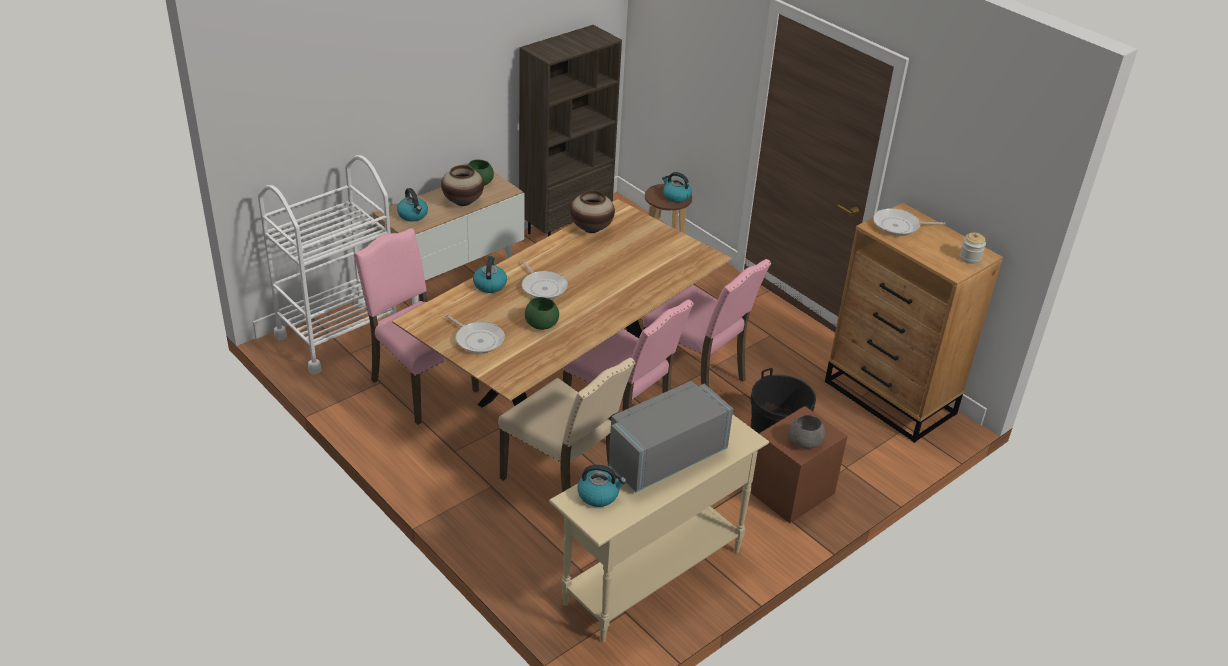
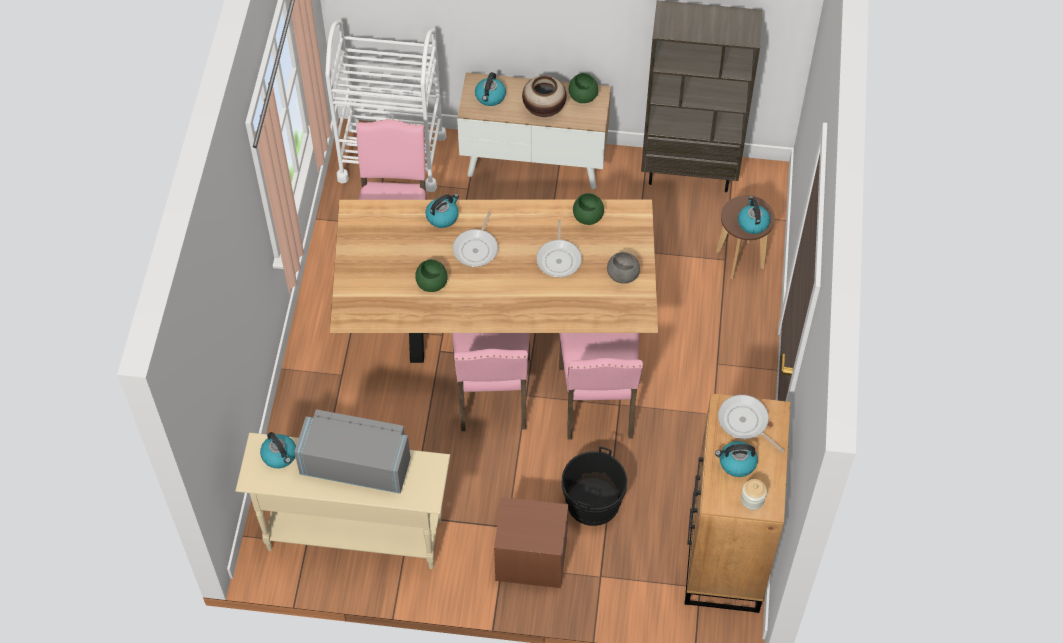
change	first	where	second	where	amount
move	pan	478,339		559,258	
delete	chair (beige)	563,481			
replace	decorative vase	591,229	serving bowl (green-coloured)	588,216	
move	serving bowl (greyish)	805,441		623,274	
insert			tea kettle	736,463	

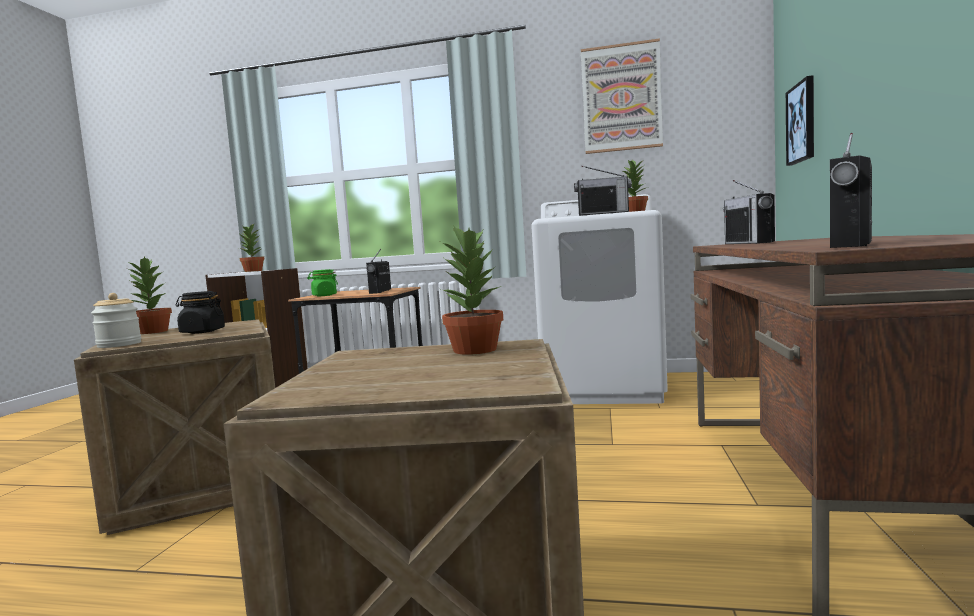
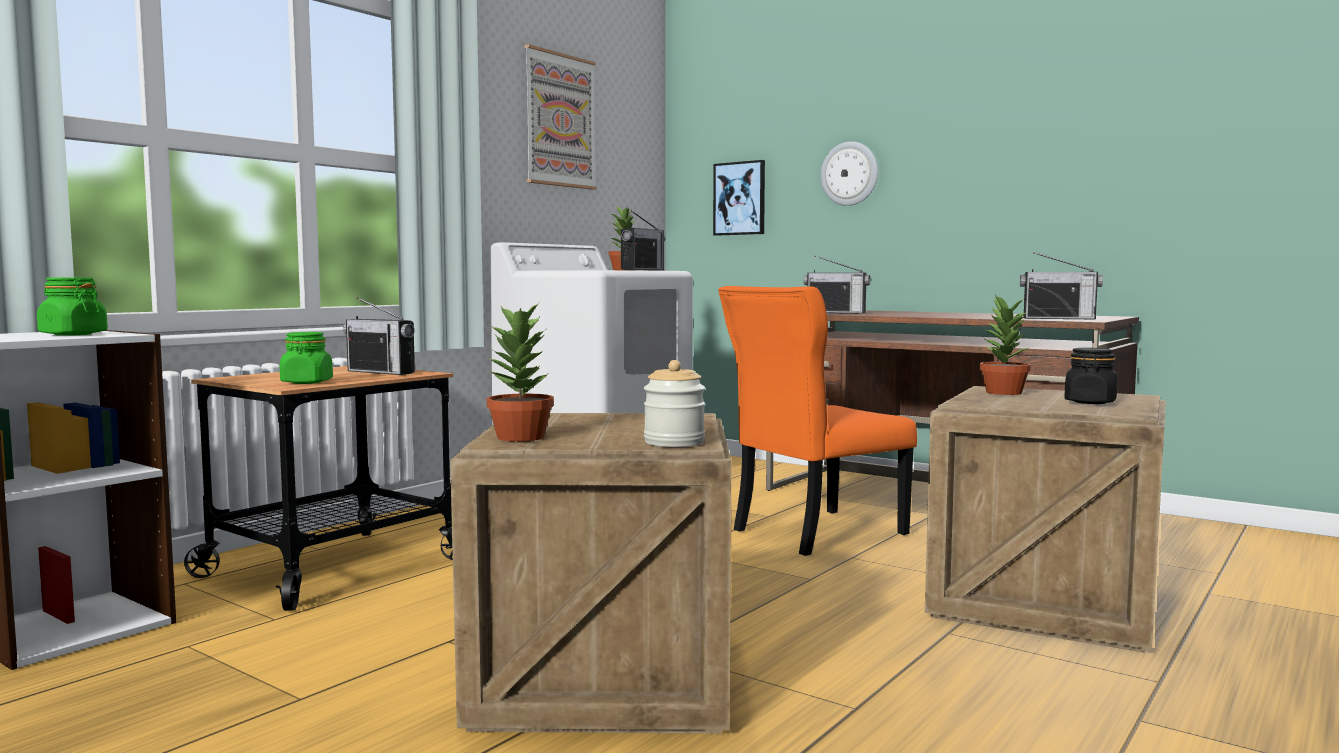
change	first	where	second	where	amount
move	storage jar (blackish)	202,332		1090,402	
replace	plant in a pot	253,271	storage jar (green-coloured)	73,334	
rotate	radio receiver	851,245		1058,319	45 degrees counterclockwise
insert			chair (orange-coloured)	813,533	
insert			wall clock	849,174	

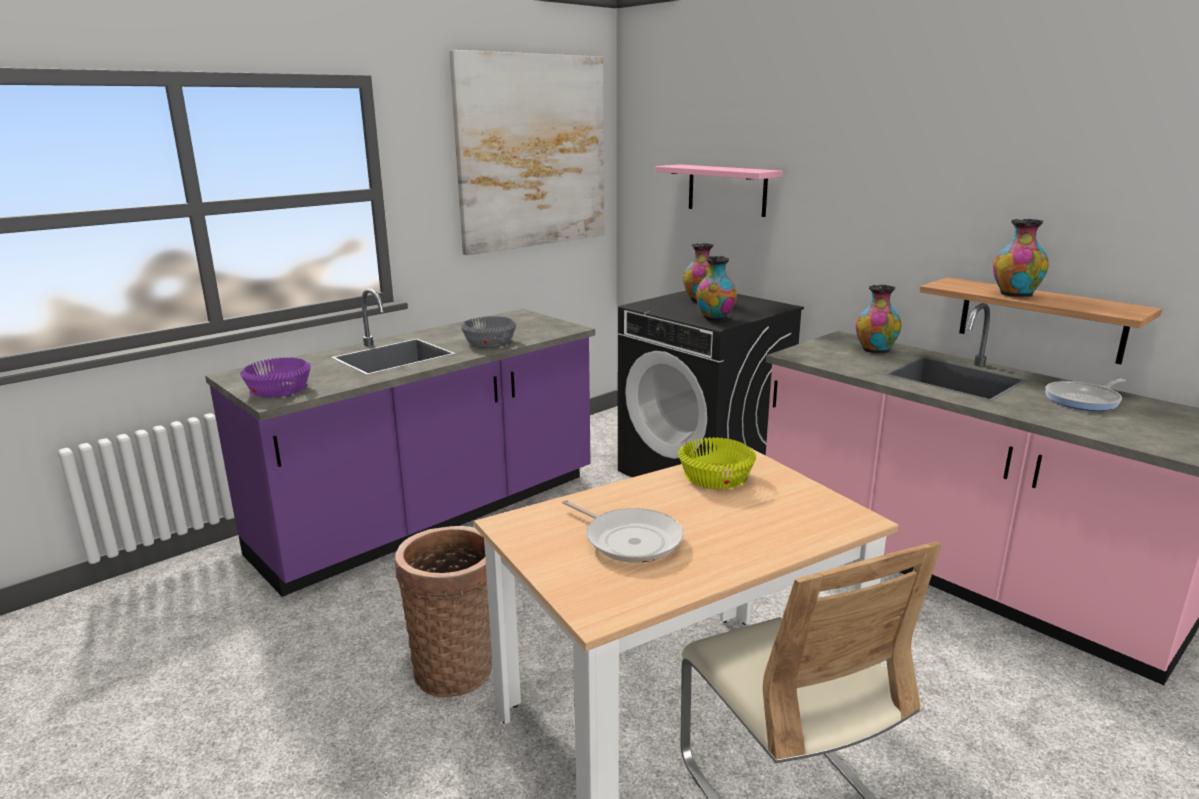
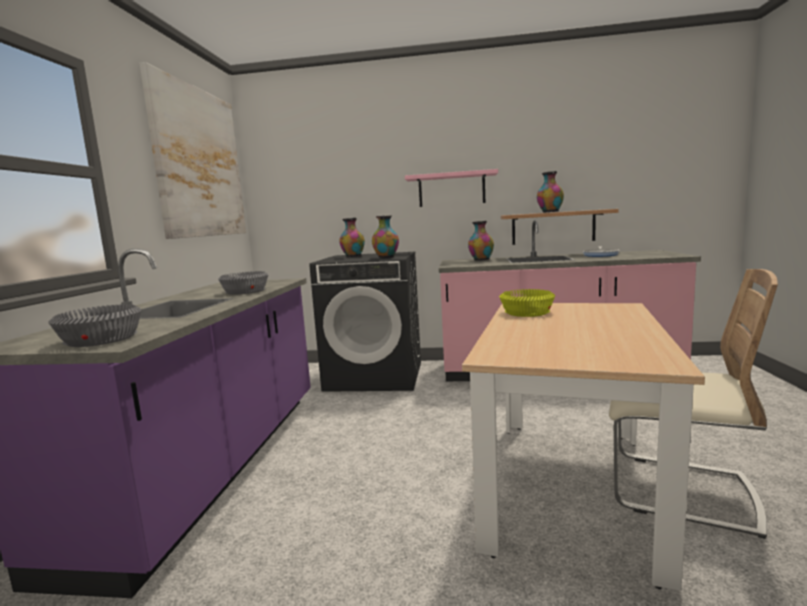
change	first	where	second	where	amount
recolor	serving bowl (purplish)	277,389	serving bowl (greyish)	100,339	
delete	basket	456,667			
delete	pan	629,540			
move	bracket shelf (pink-coloured)	727,190		451,189	

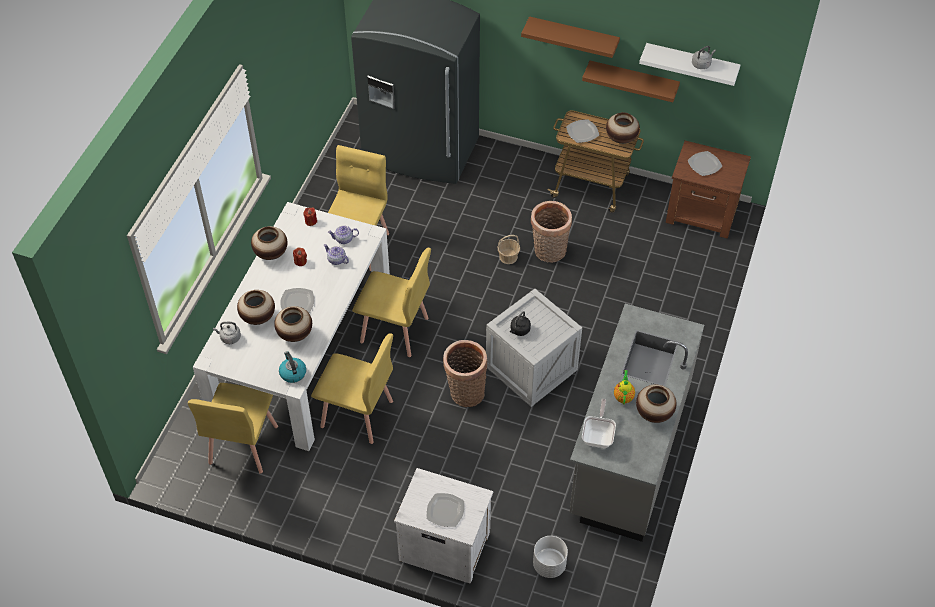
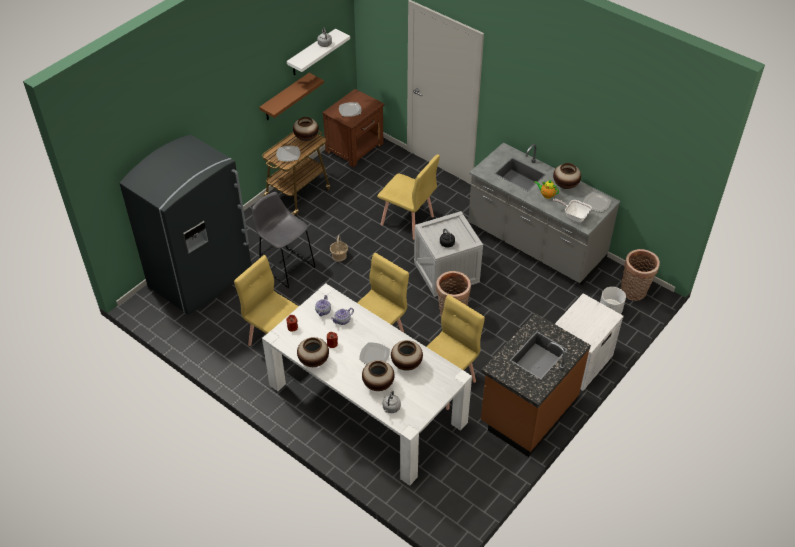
change	first	where	second	where	amount
move	chair (yellowish)	242,445		407,221	
delete	tea kettle	292,373			
move	flat dish	445,511		596,203	
delete	bracket shelf (brownish)	573,37			
move	basket	549,252		634,292	
insert			sitting stool (greyish)	285,265	
insert			counter (brownish)	527,411	

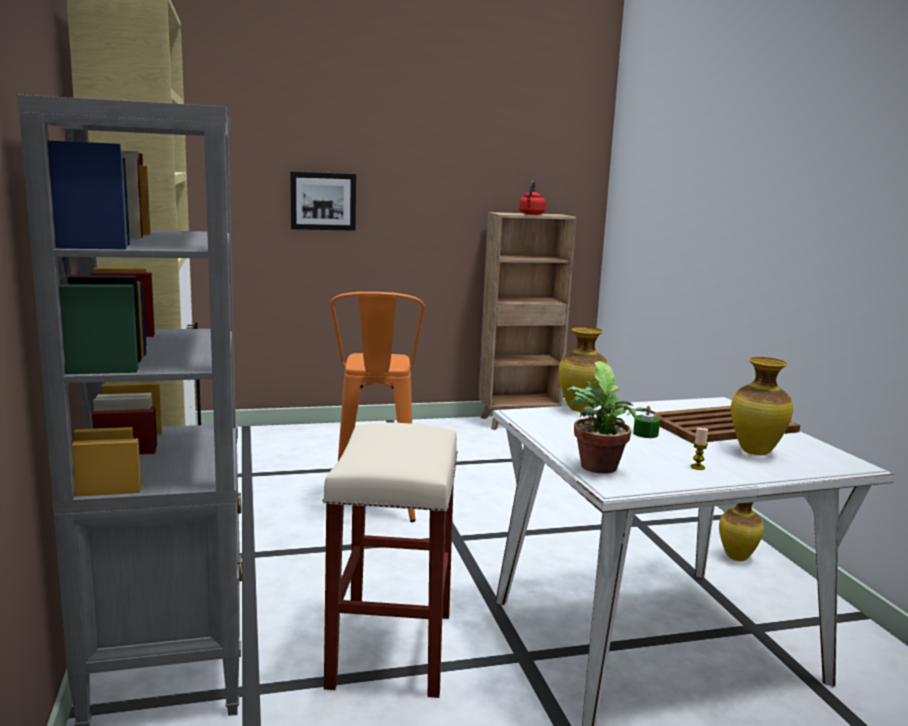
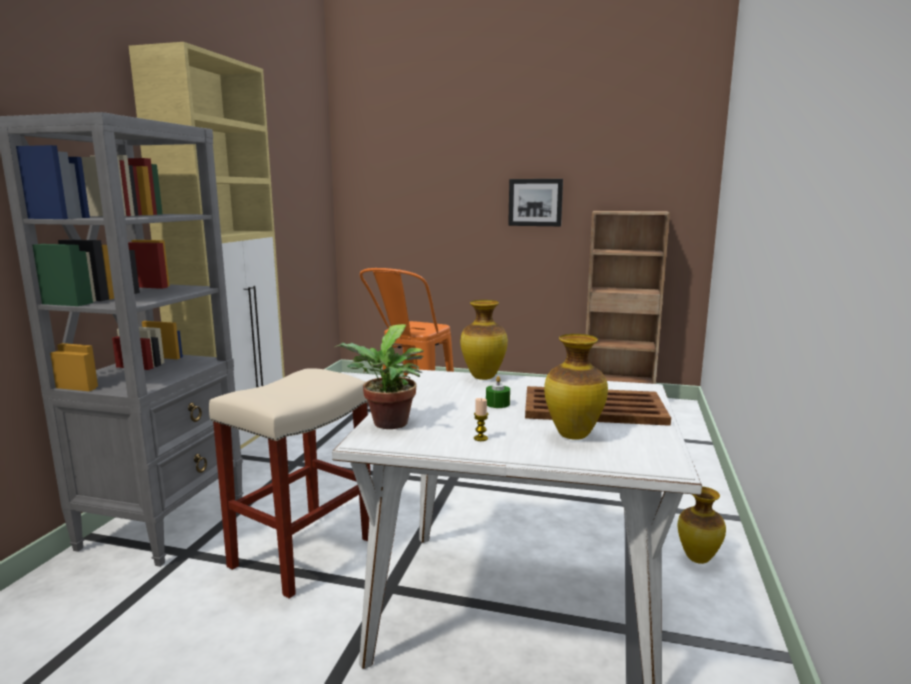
change	first	where	second	where	amount
move	wall art	323,201		535,202	
delete	tea kettle (red-coloured)	531,214			

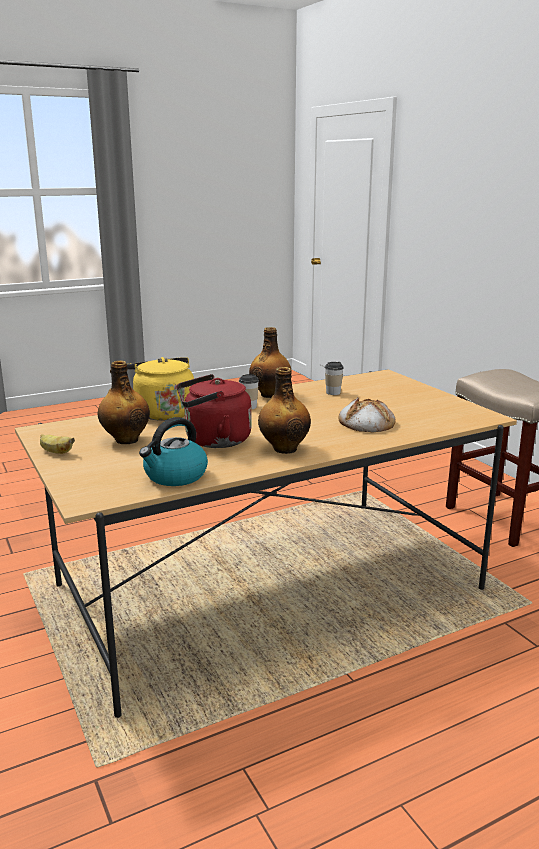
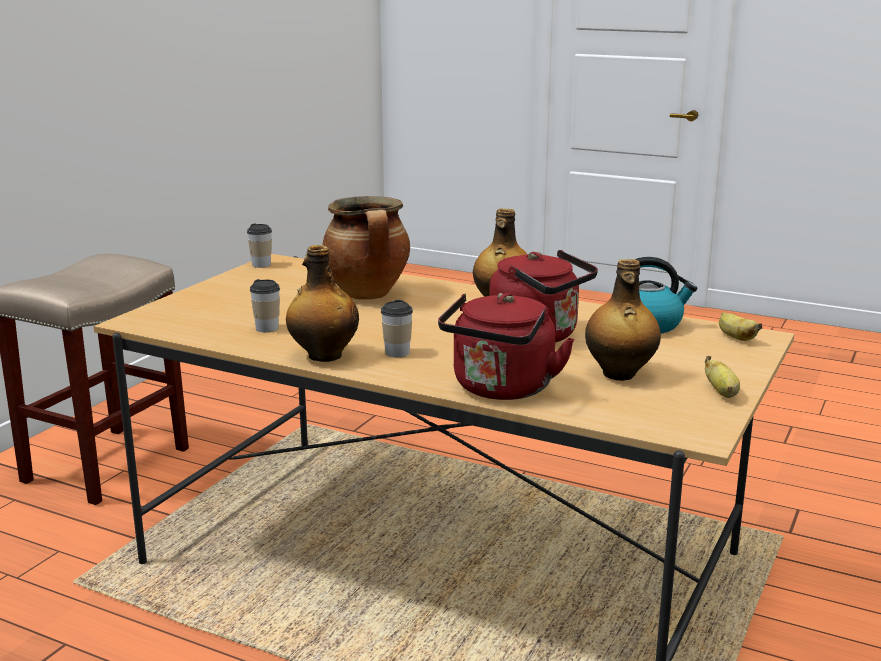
change	first	where	second	where	amount
recolor	tea kettle (yellowish)	162,413	tea kettle (red-coloured)	501,390	
replace	baked bread	366,423	stockpot	368,294	
insert			small cup	261,265	
insert			whole banana	735,337	

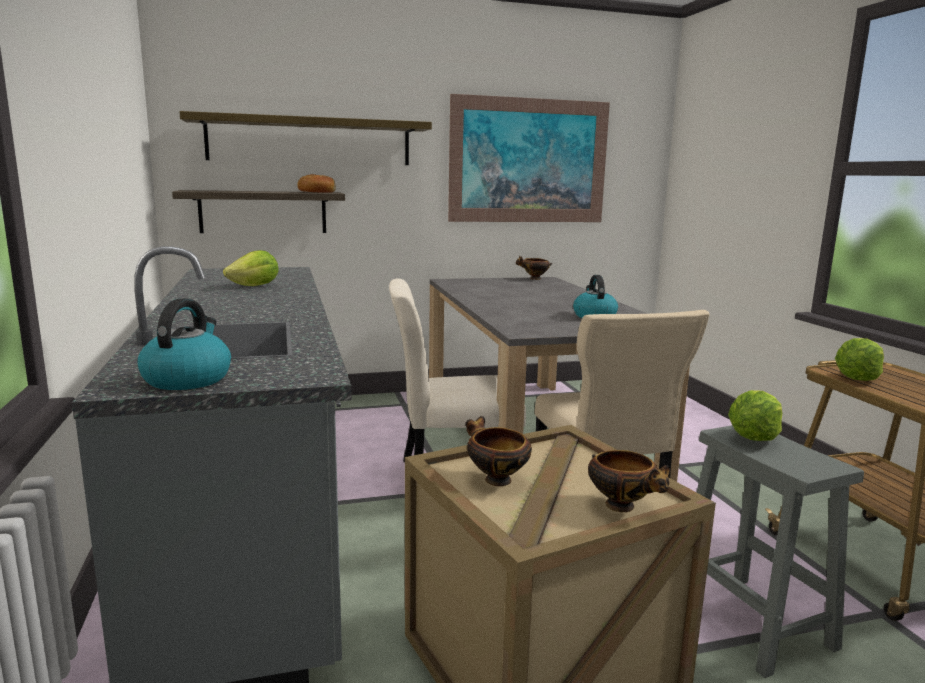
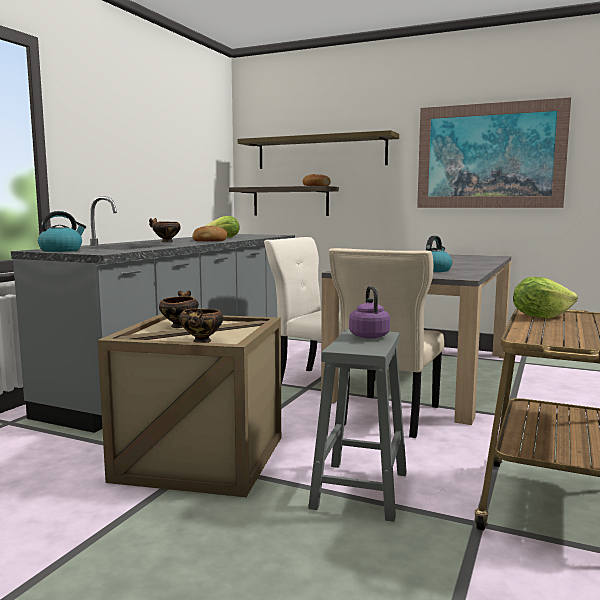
change	first	where	second	where	amount
move	serving bowl	534,279		165,242	
replace	head of lettuce	754,437	tea kettle (purplish)	368,335	
insert			baked bread	209,241	

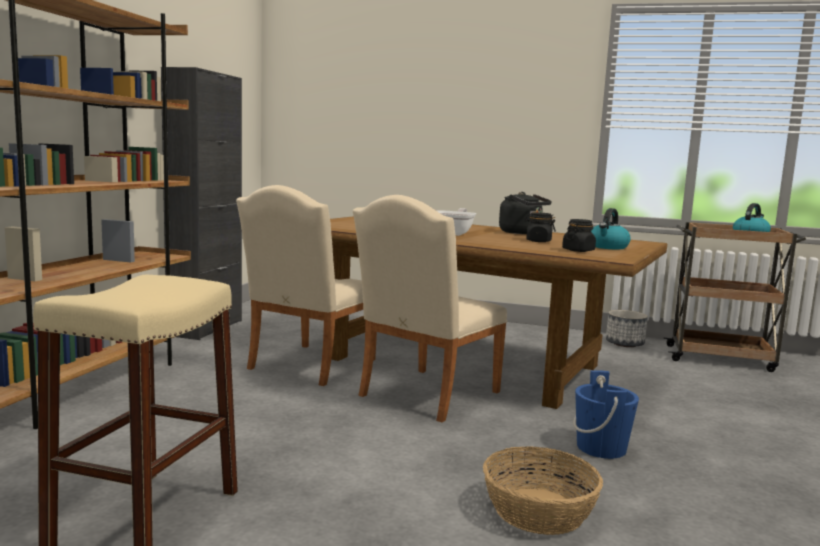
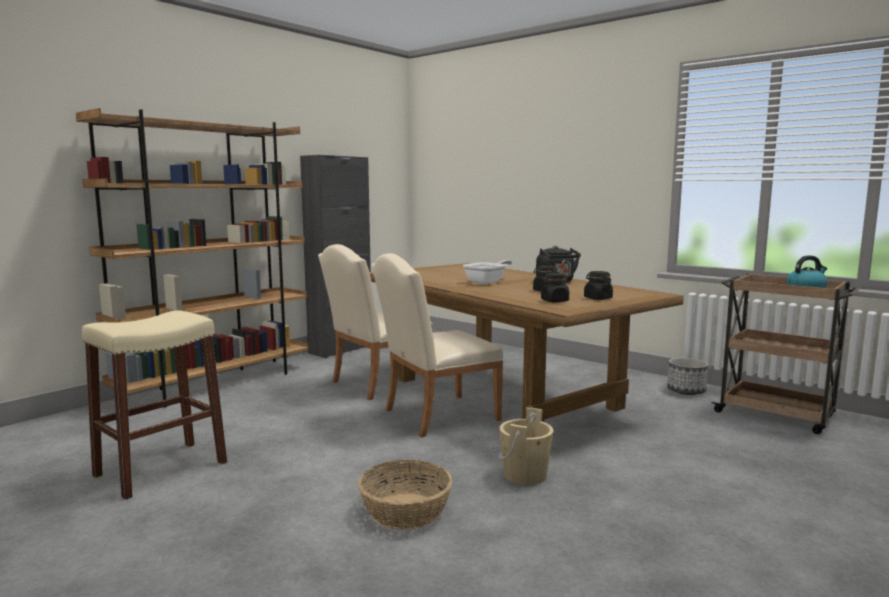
change	first	where	second	where	amount
recolor	pail (blue-coloured)	601,448	pail (beige)	525,475	
replace	tea kettle	608,247	storage jar (blackish)	597,298	

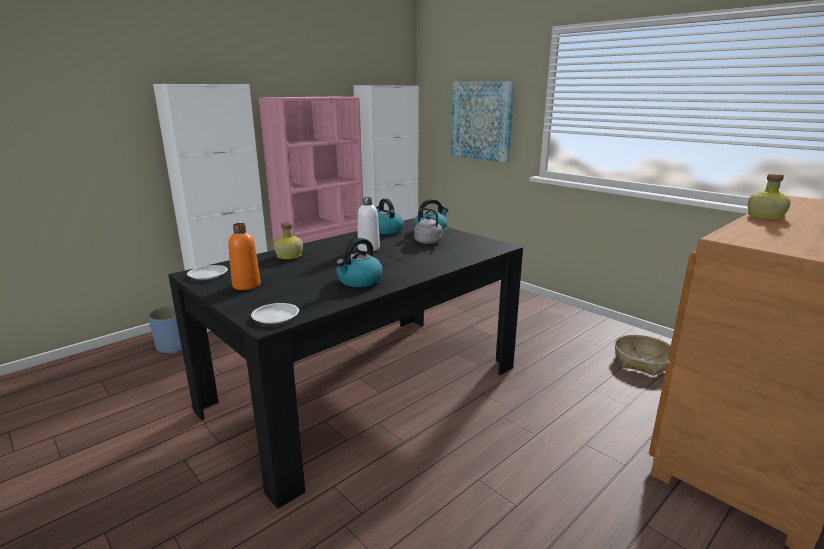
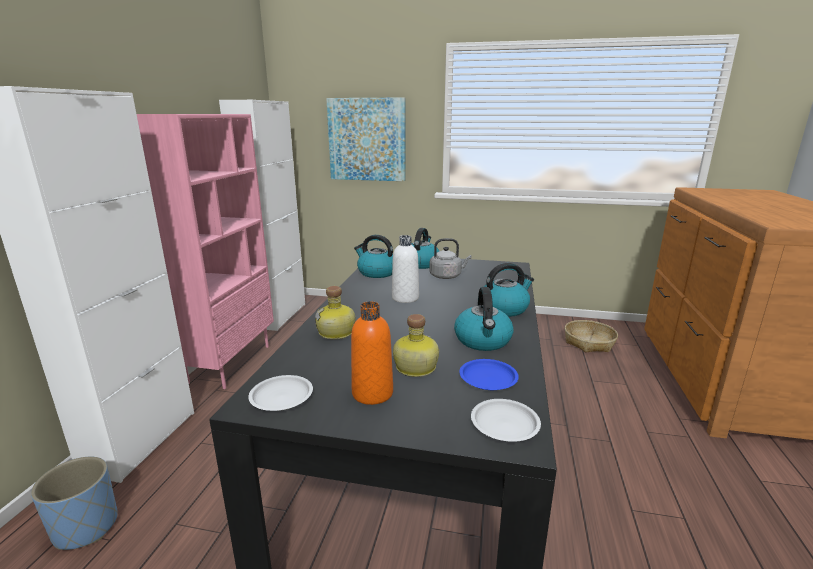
change	first	where	second	where	amount
move	bottle	764,216		414,368	
insert			flat dish (blue-coloured)	488,378	
insert			tea kettle	504,308	

